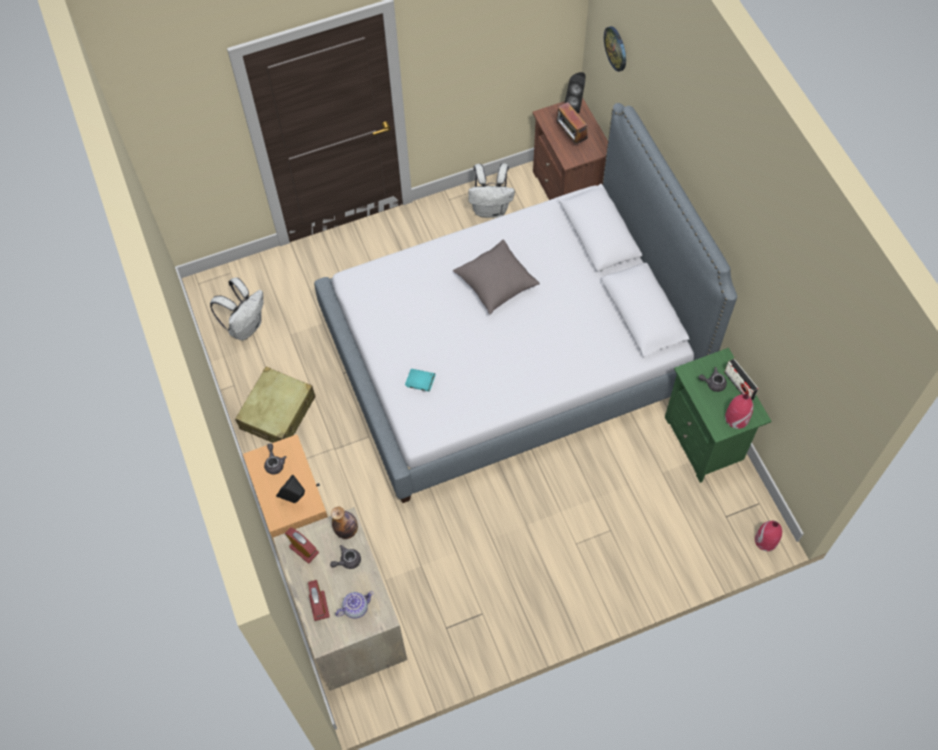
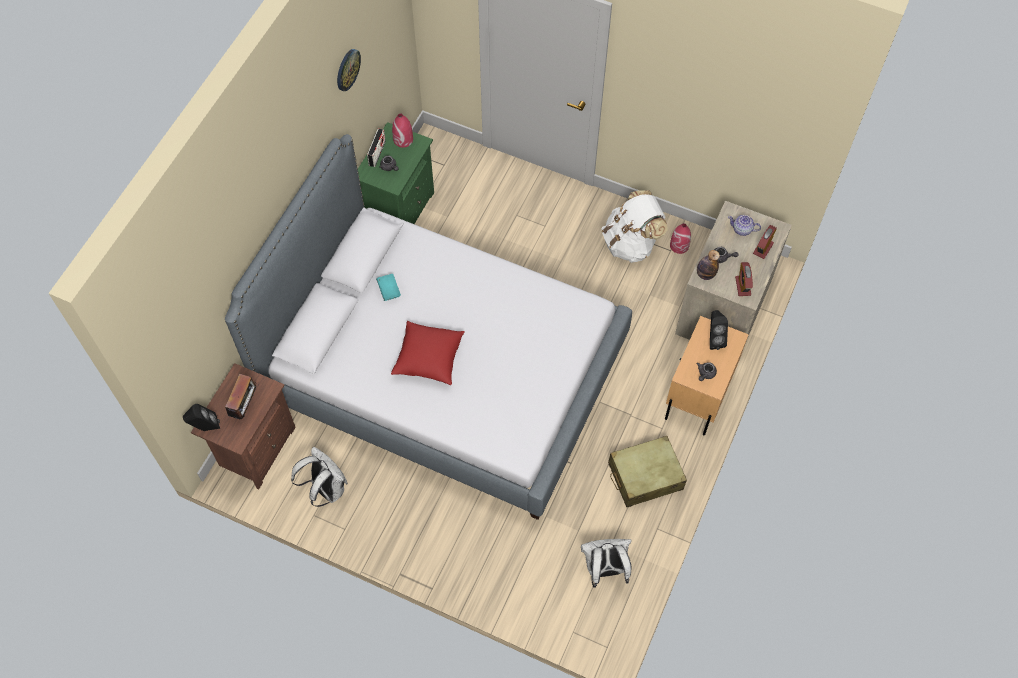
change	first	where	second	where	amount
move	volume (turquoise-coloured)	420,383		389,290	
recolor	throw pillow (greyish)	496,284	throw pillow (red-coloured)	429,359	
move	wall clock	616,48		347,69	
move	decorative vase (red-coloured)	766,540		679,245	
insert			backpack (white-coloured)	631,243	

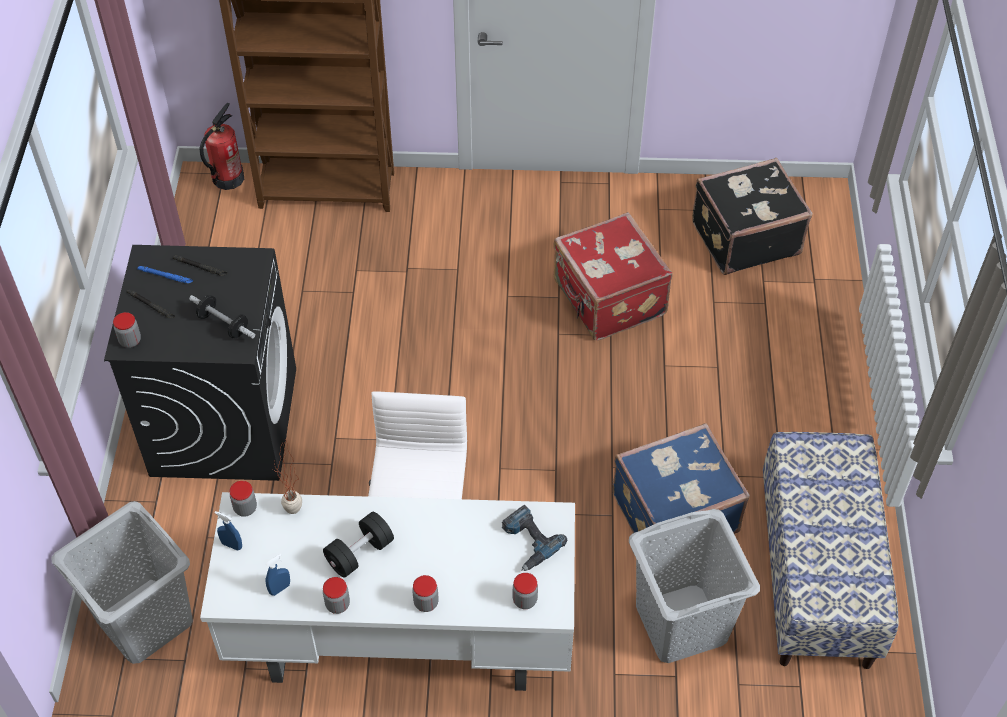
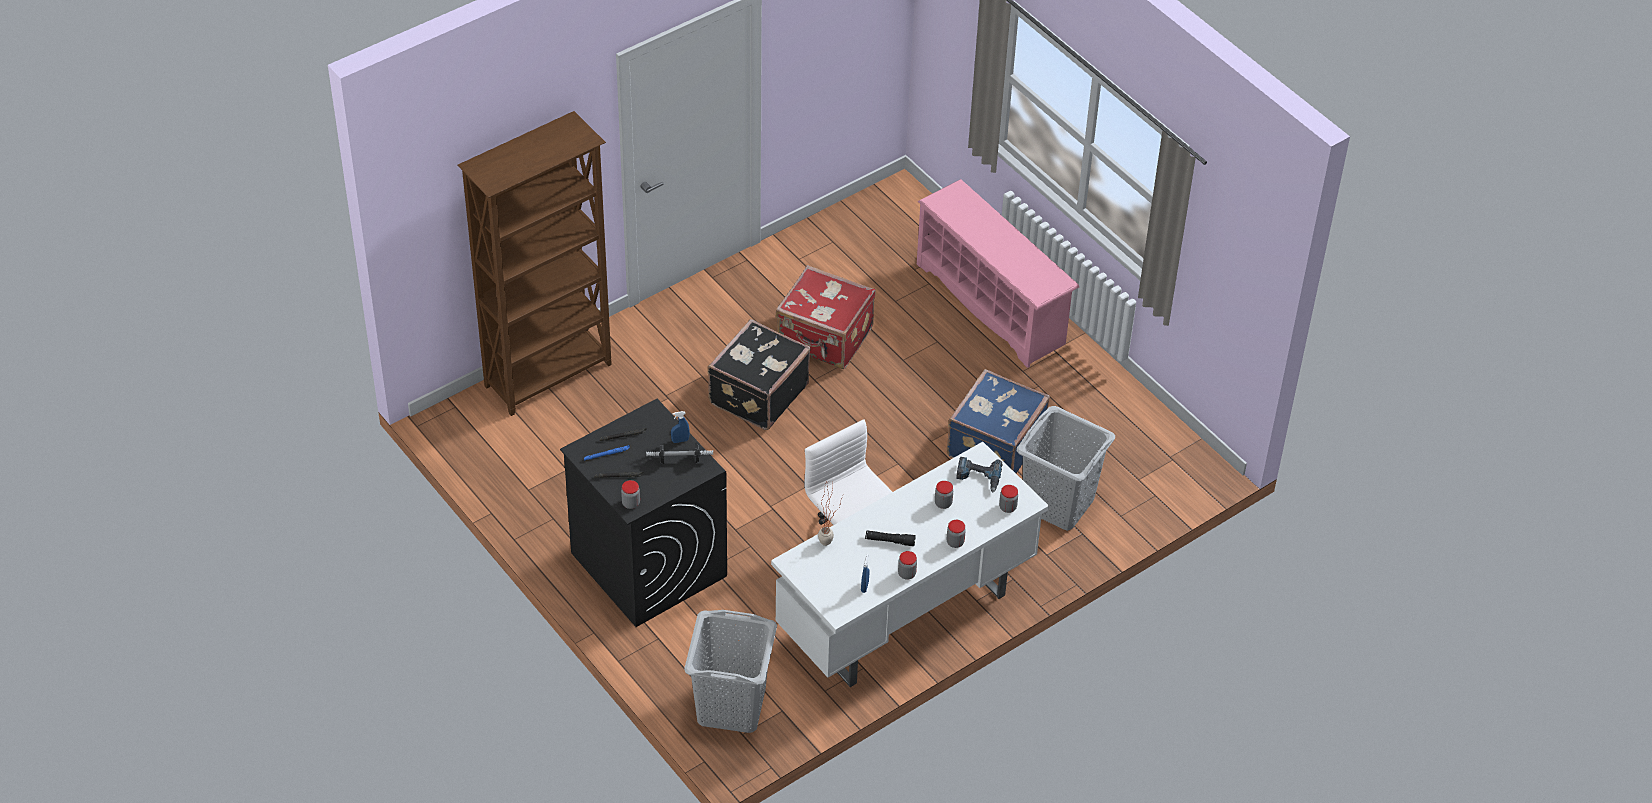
change	first	where	second	where	amount
delete	fire-fighting cylinder	227,178			
move	sprayer (blue-coloured)	231,545		680,440	
move	storage jar	245,508		943,503	
replace	dumbbell (blackish)	360,553	hand torch (blackish)	890,541	
move	suitcase (blackish)	744,237		757,394	
delete	long seat	817,575			
insert			shoe shelf (pink-coloured)	992,304	

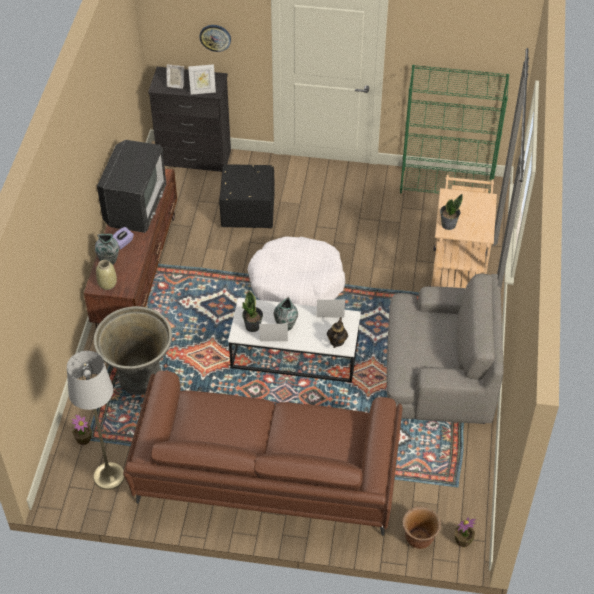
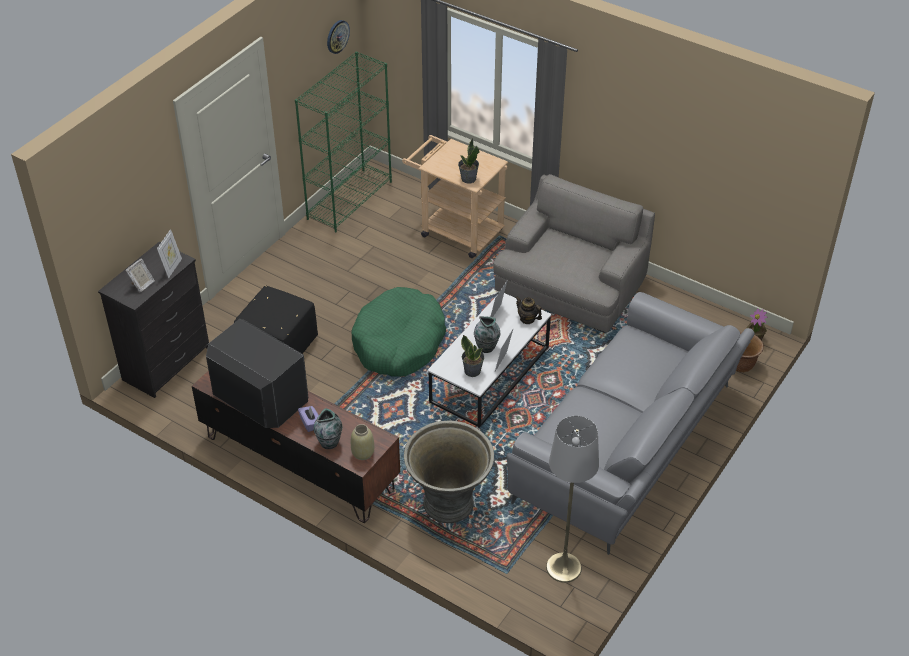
change	first	where	second	where	amount
delete	plant in a pot	83,439			
recolor	sofa (brownish)	265,479	sofa (greyish)	627,445	
move	wall clock	215,37		337,36	
recolor	dog cushion (white-coloured)	296,281	dog cushion (green-coloured)	399,343	

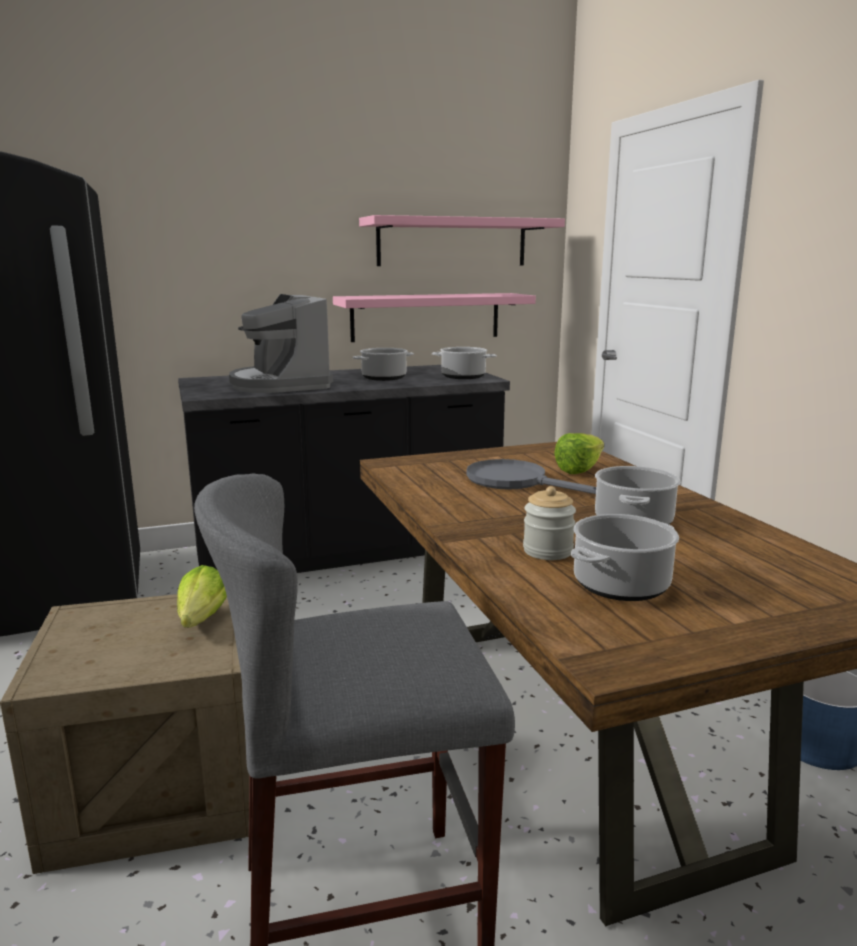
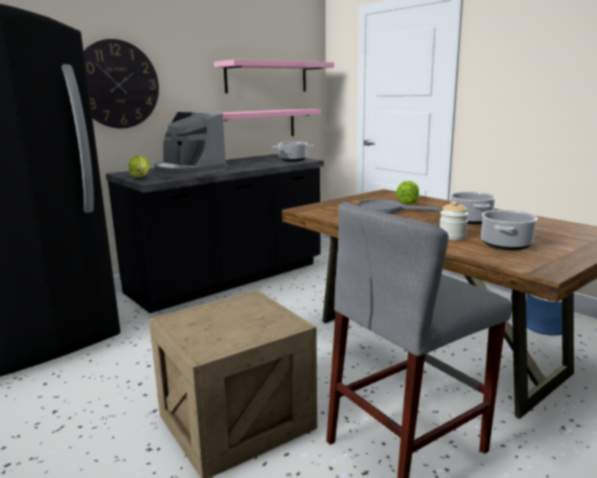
change	first	where	second	where	amount
move	head of lettuce	197,624		140,179	
delete	stockpot	383,378			
insert			wall clock	117,84	

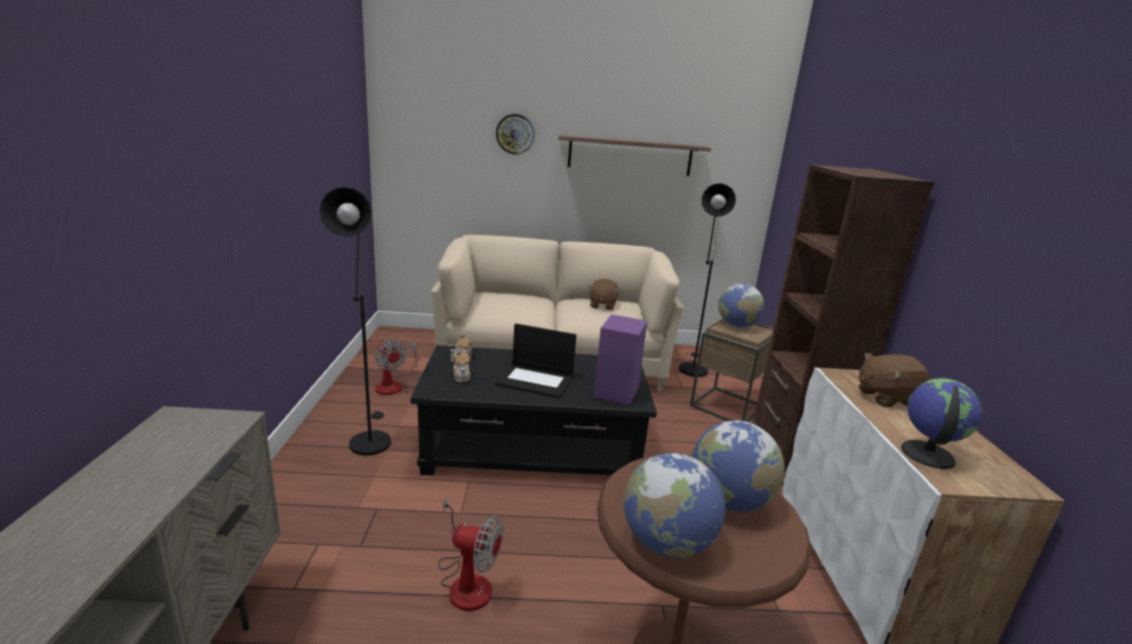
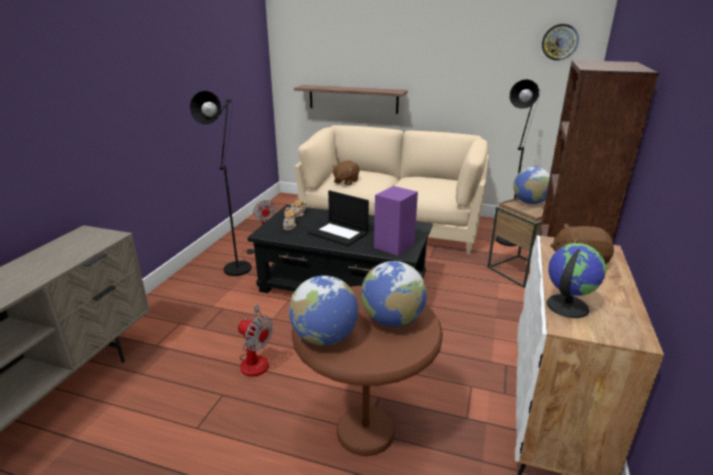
change	first	where	second	where	amount
move	wall clock	515,134		559,42	
move	bracket shelf	630,155		353,99	
move	cuddly toy (brownish)	602,305		345,181	

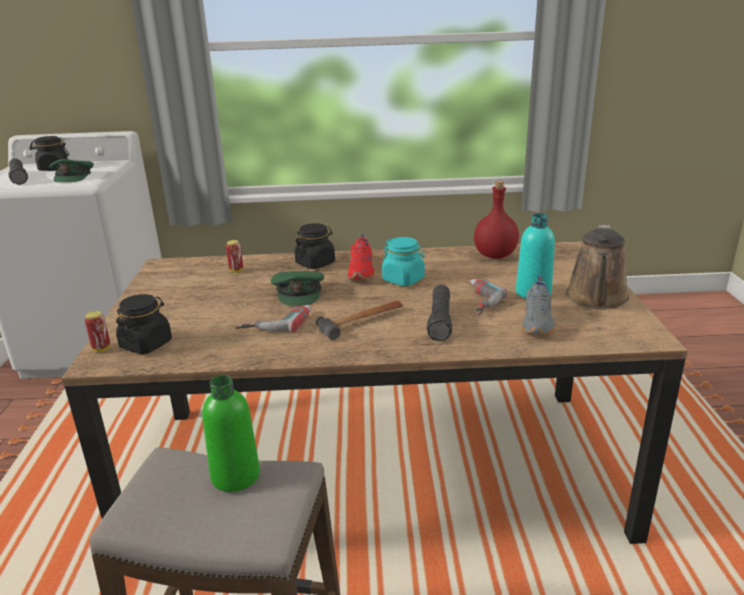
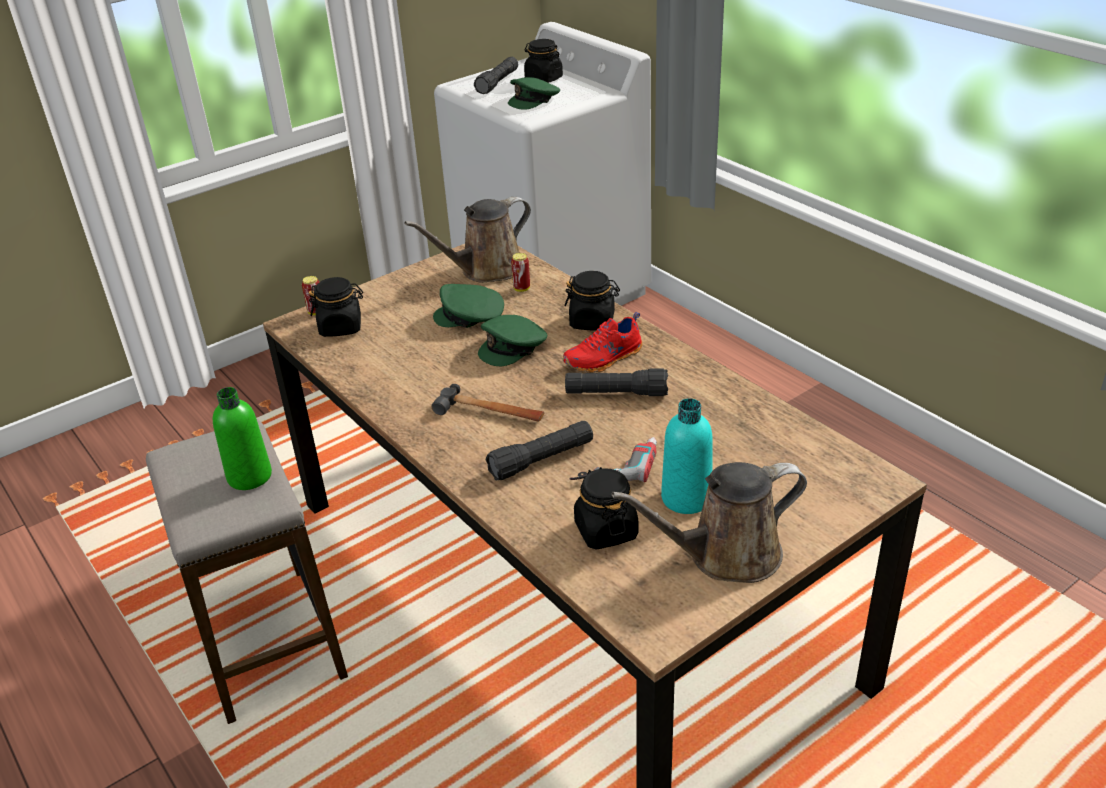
change	first	where	second	where	amount
delete	electric drill	276,322			
replace	storage jar (turquoise-coloured)	403,280	hand torch (blackish)	616,394	
delete	bottle (red-coloured)	495,255			
replace	shoe (greyish)	538,323	storage jar (blackish)	605,530	
insert			sprinkling can (brownish)	486,270	
insert			baseball cap (green-coloured)	470,316	

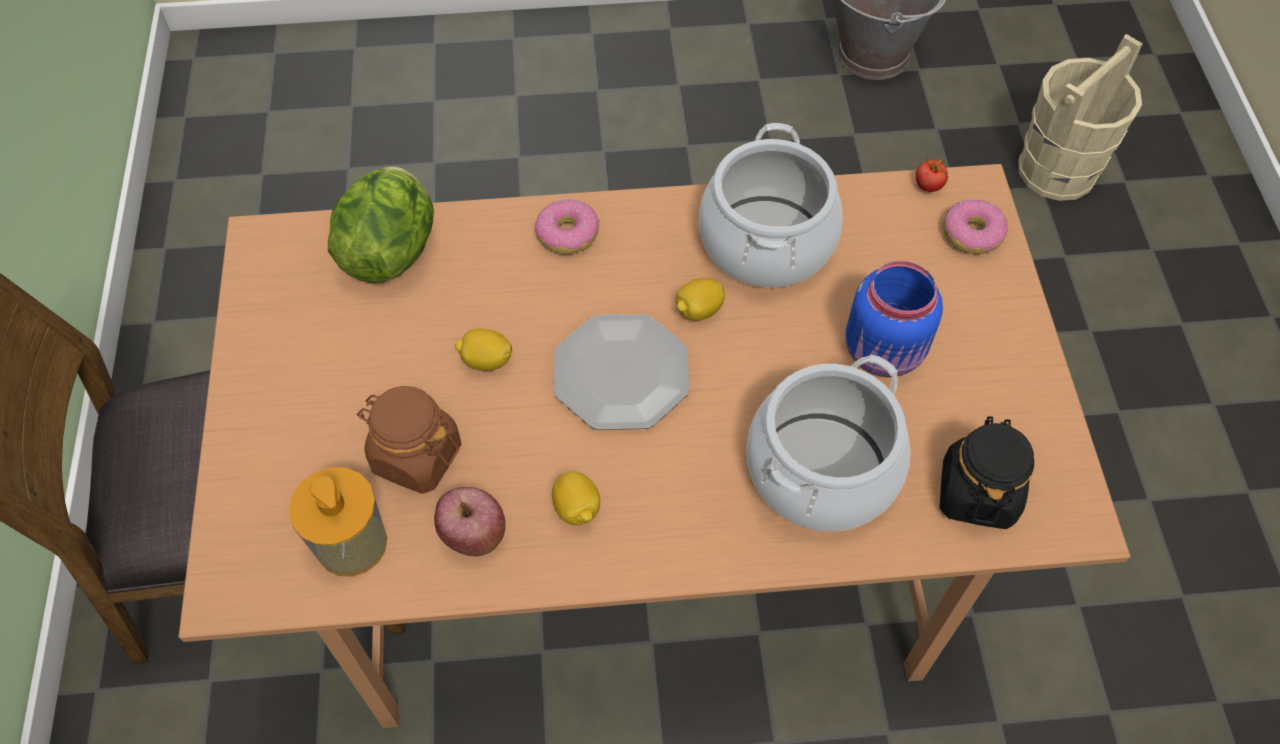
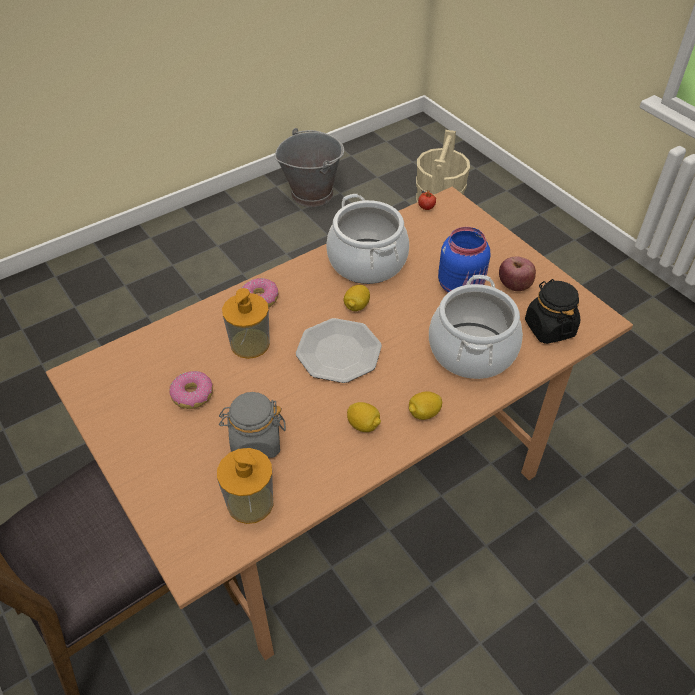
change	first	where	second	where	amount
delete	head of lettuce	391,250			
recolor	storage jar (brownish)	416,456	storage jar (greyish)	255,442	
move	whole apple	474,535		514,286	
move	citrus fruit	486,360		423,413	
move	donut	972,234		192,395	
insert			liquid soap bottle	250,343	

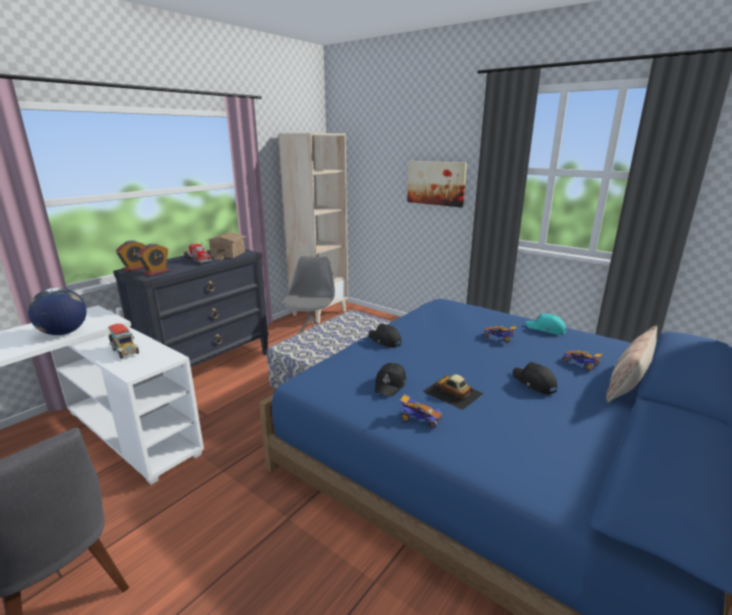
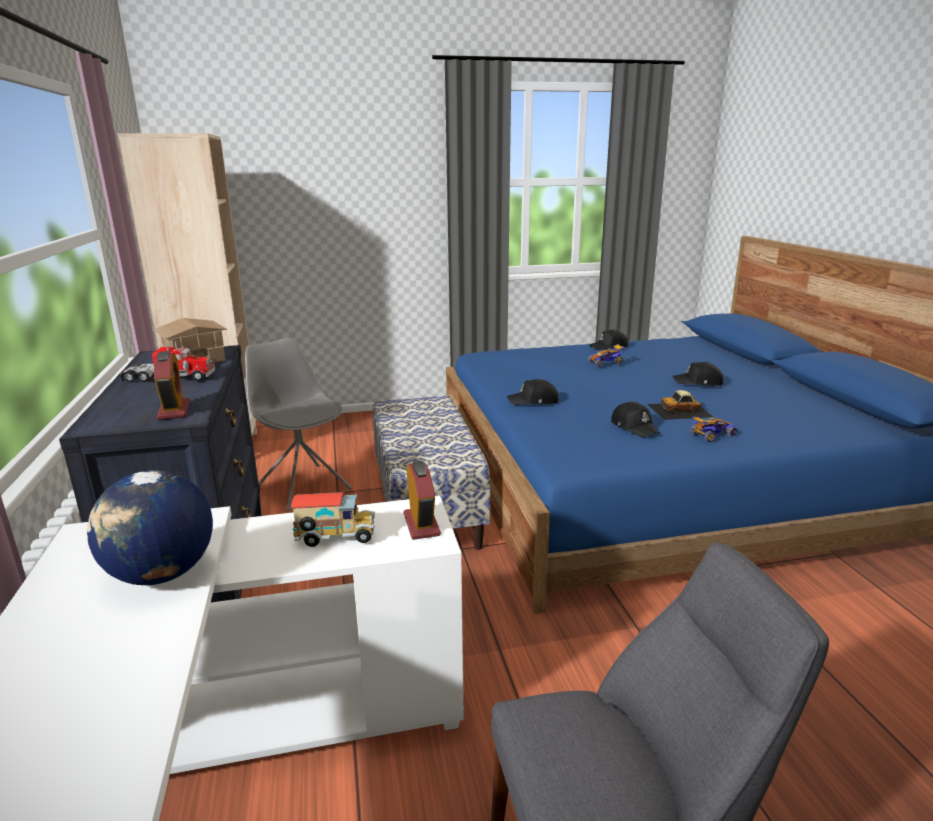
change	first	where	second	where	amount
move	alarm clock	135,268		421,524	
delete	wall art	436,183			
recolor	baseball cap (turquoise-coloured)	546,329	baseball cap (blackish)	609,347	
delete	model car	581,364			
delete	throw pillow	628,381			

